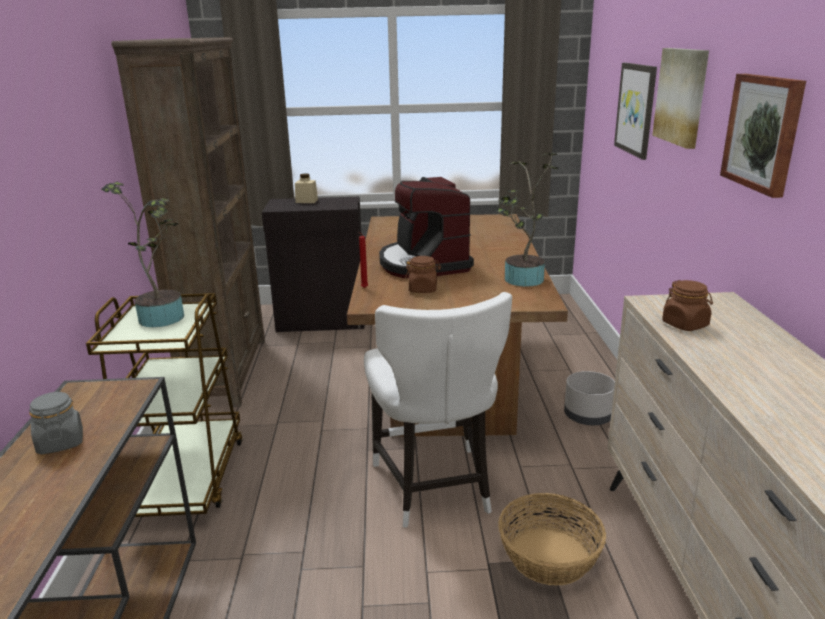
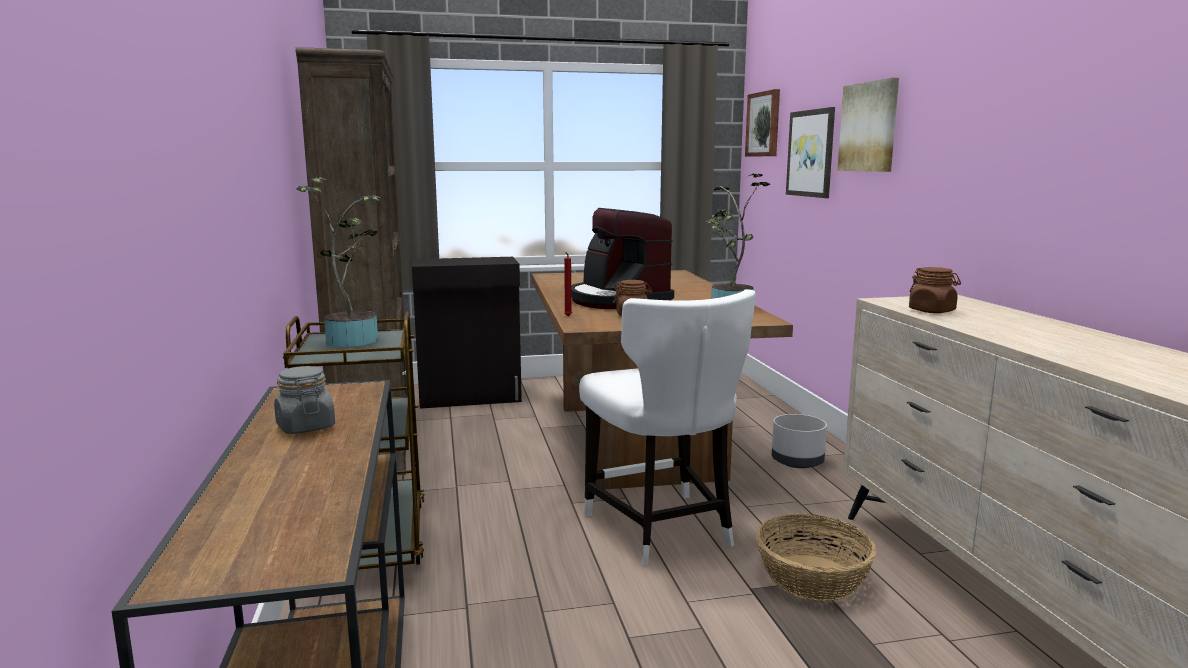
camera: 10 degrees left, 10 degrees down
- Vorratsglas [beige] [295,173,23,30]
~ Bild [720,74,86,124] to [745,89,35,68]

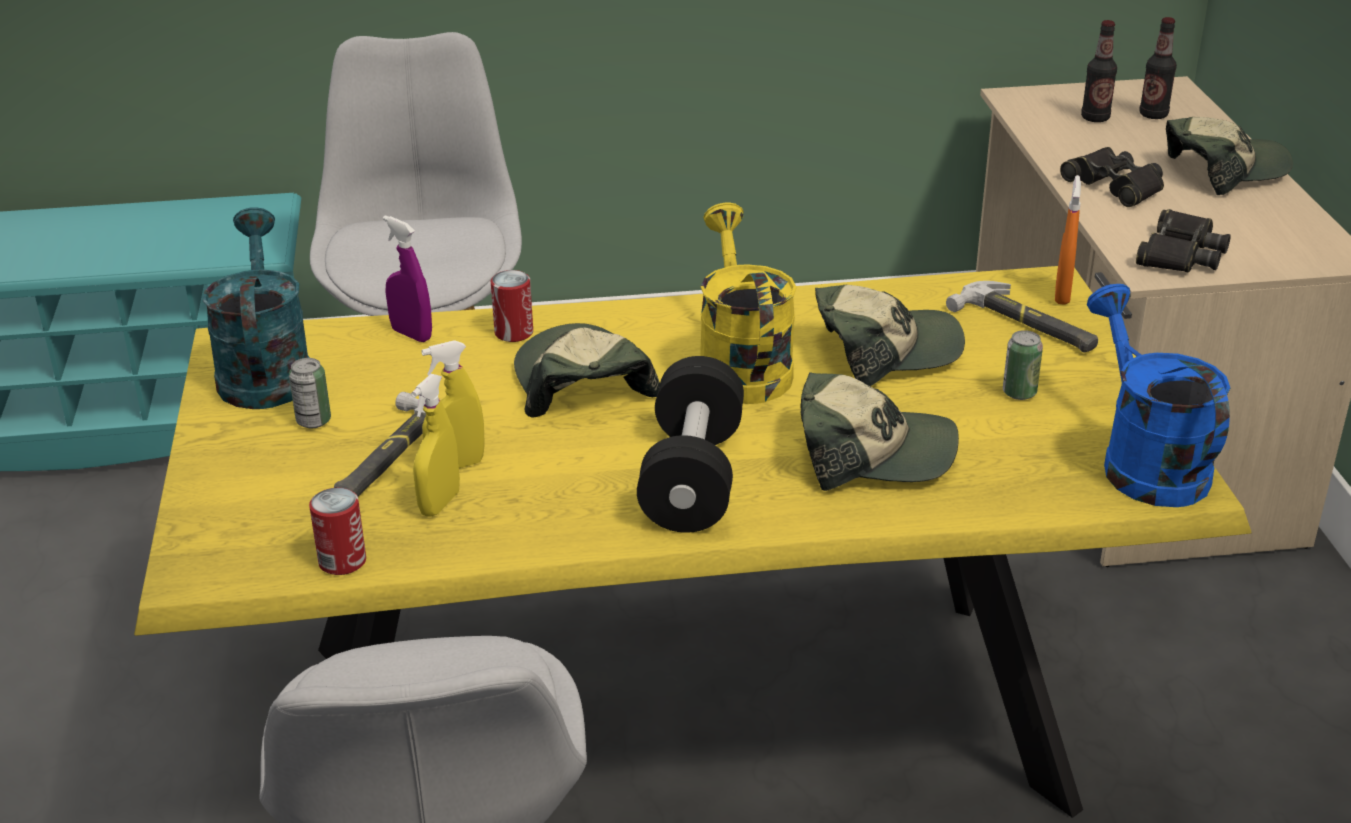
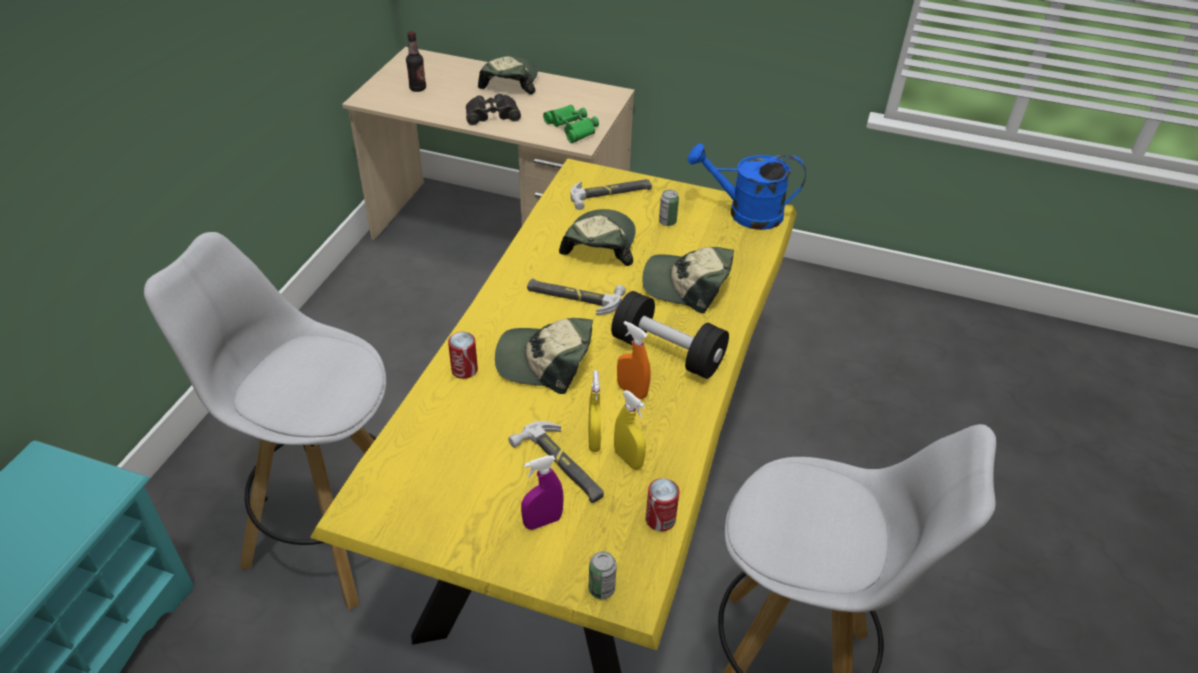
camera: 65 degrees left, 10 degrees up
- Gießkanne [türkis] [203,207,107,202]
~ Dose [289,358,42,70] to [589,551,28,48]
~ Sprühflasche [lila] [383,215,49,127] to [521,455,43,75]
~ Gießkanne [gelb] [700,202,97,202] to Hammer [527,278,99,37]
~ Kappe [800,372,159,119] = [643,247,91,66] 105 degrees counterclockwise
~ Sprühflasche [orange] [1055,175,26,130] to [617,321,34,78]
~ Fernglas [schwarz] [1136,209,95,63] to Fernglas [grün] [543,105,56,38]
- Flasche [1139,17,38,102]

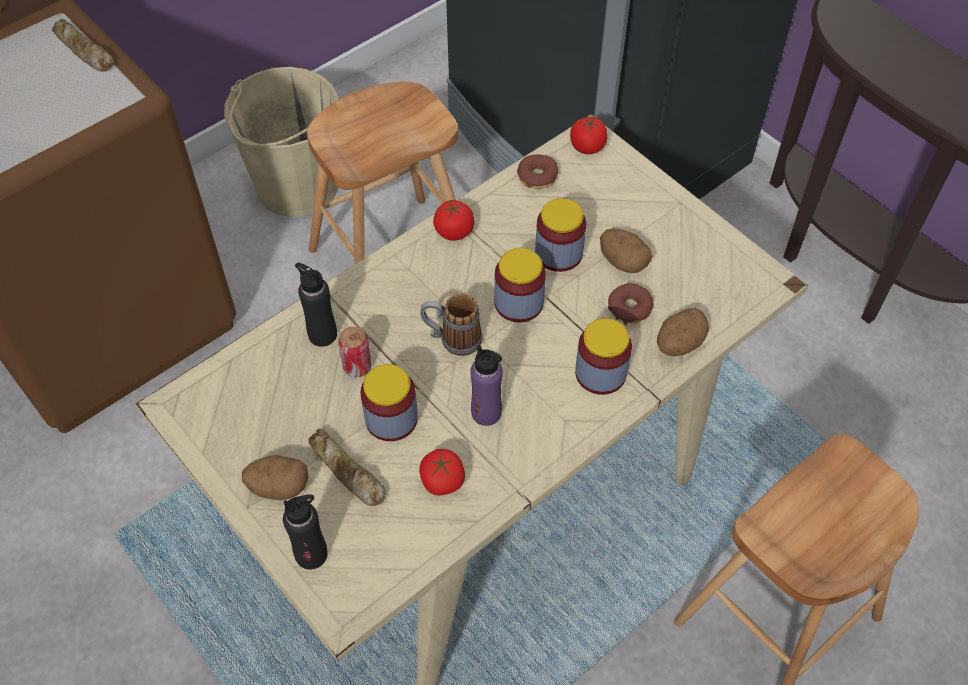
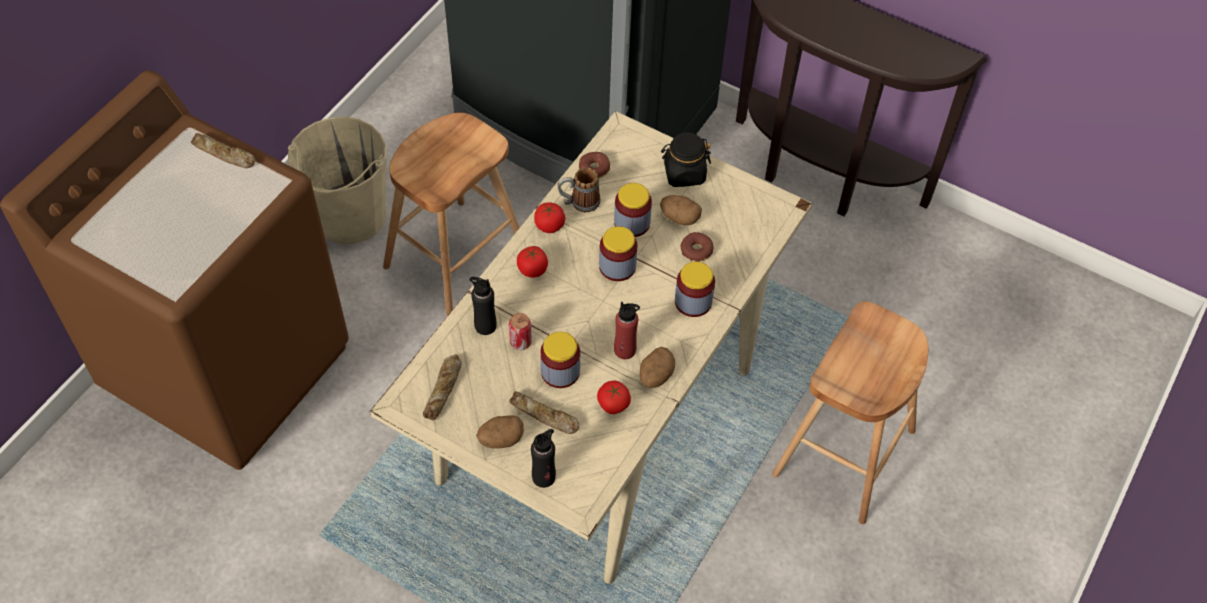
camera: 20 degrees left, 0 degrees up
~ Henkelbecher [420,293,62,63] to [557,167,43,45]
~ Flasche [lila] [470,345,33,81] to Flasche [rot] [614,302,26,57]
~ Tomate [570,117,38,37] to [517,246,31,32]
~ Kartoffel [657,308,52,48] to [640,347,35,41]
+ Brot [423,354,39,66]
+ Vorratsglas [schwarz] [661,132,50,55]

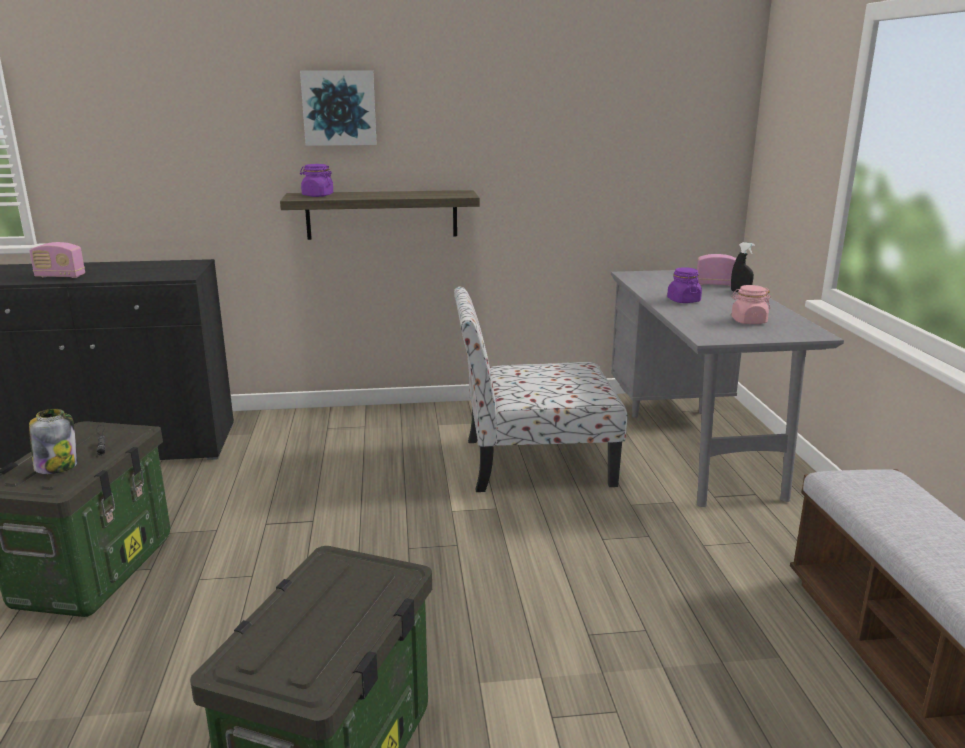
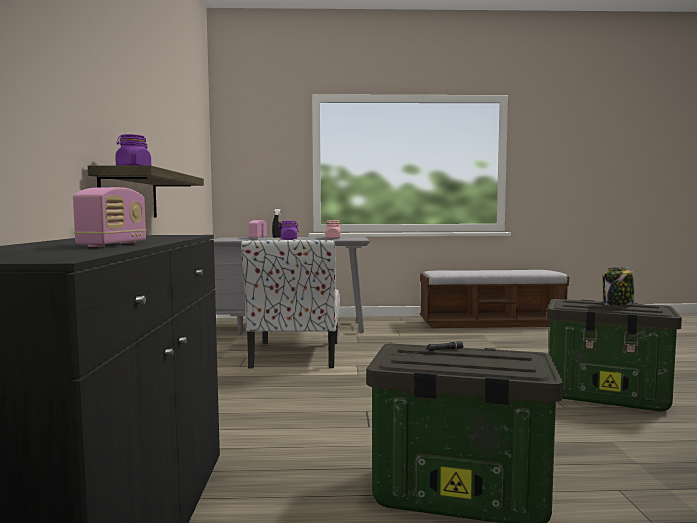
camera: 85 degrees left, 15 degrees down
~ Vorratsglas [29,409,49,65] to [603,267,32,39]
- Bild [300,70,77,76]

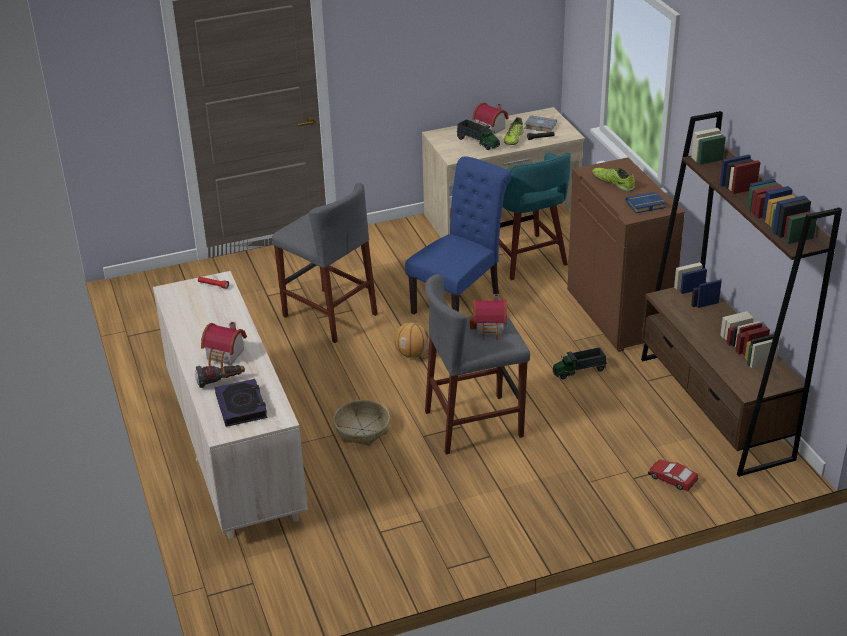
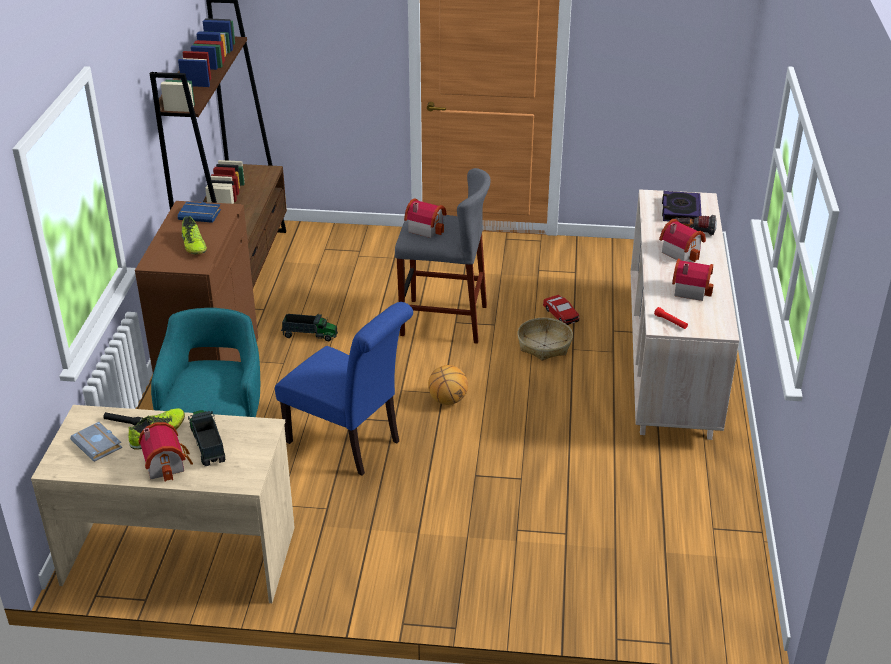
camera: 155 degrees left, 0 degrees up
- Hocker [grau] [272,183,106,160]
~ Stuhl [blau] [405,156,106,159] = [275,302,138,174] 120 degrees counterclockwise
~ Spielzeugauto [648,459,50,32] to [543,295,36,30]
+ Spielzeughaus [672,259,42,42]

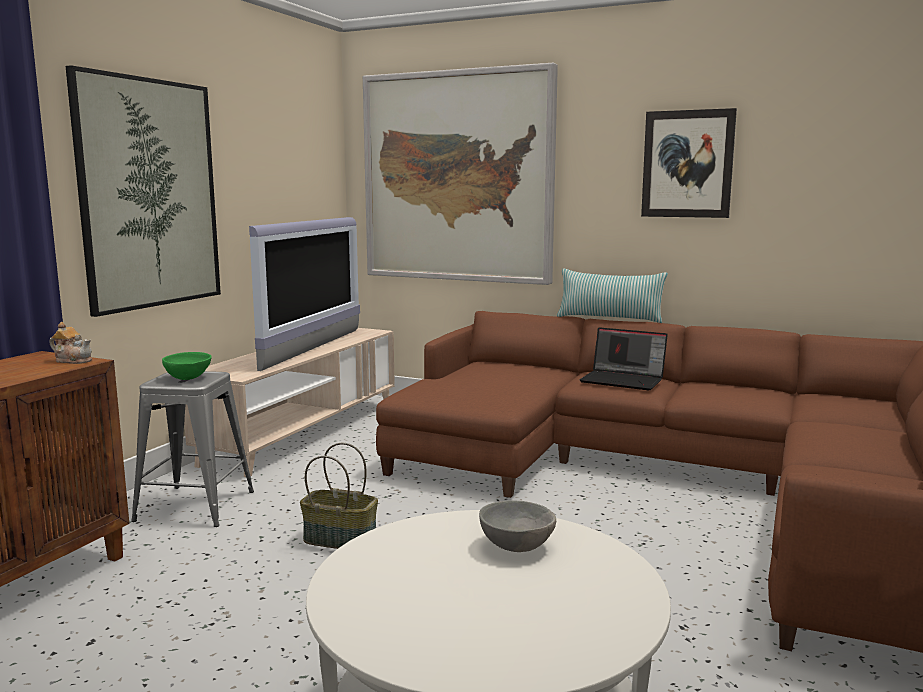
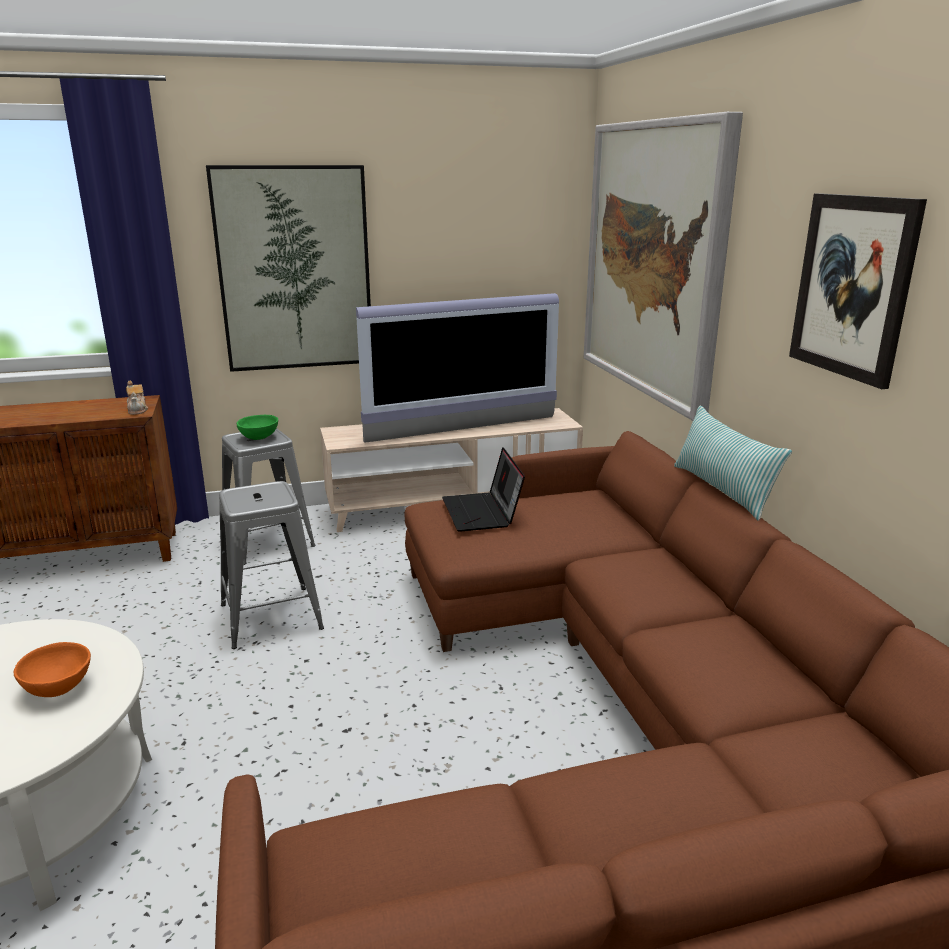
camera: 50 degrees right, 10 degrees up
~ Korb [300,443,78,106] to Hocker [grau] [219,481,105,168]
~ Schüssel [grau] [479,501,77,51] to Schüssel [orange] [14,642,77,55]
~ Laptop [580,327,88,63] to [442,447,83,85]

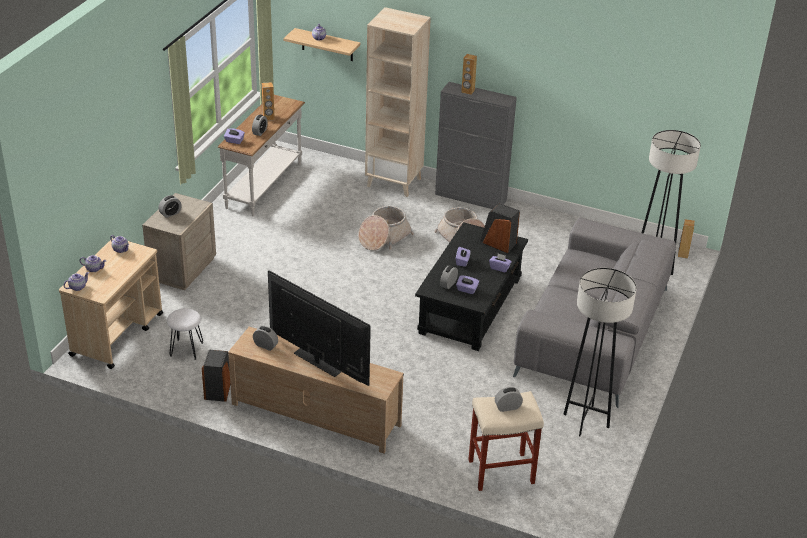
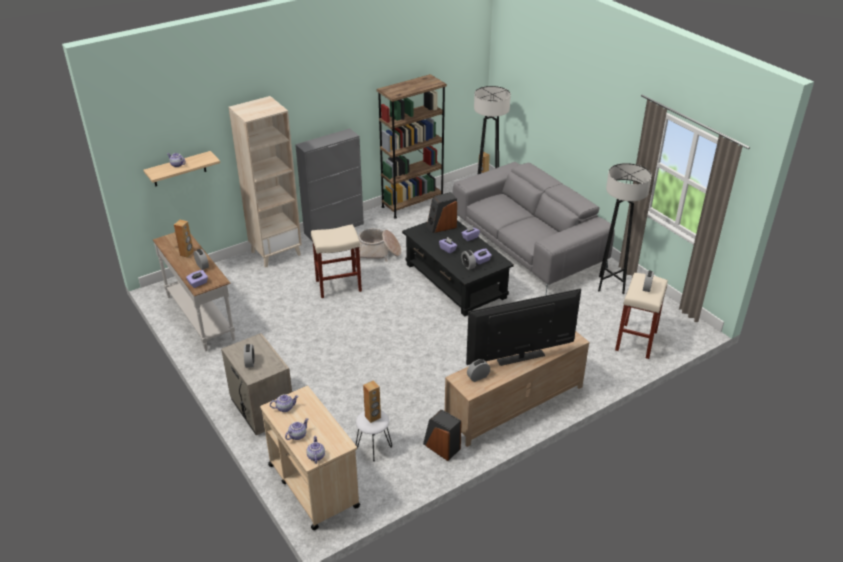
camera: 55 degrees left, 0 degrees up
~ Korb [358,206,56,45] to Hocker [beige] [311,224,51,74]
~ Lautsprecher [braun] [461,54,16,41] to [363,380,18,43]
+ Bücherregal [braun] [377,74,70,145]

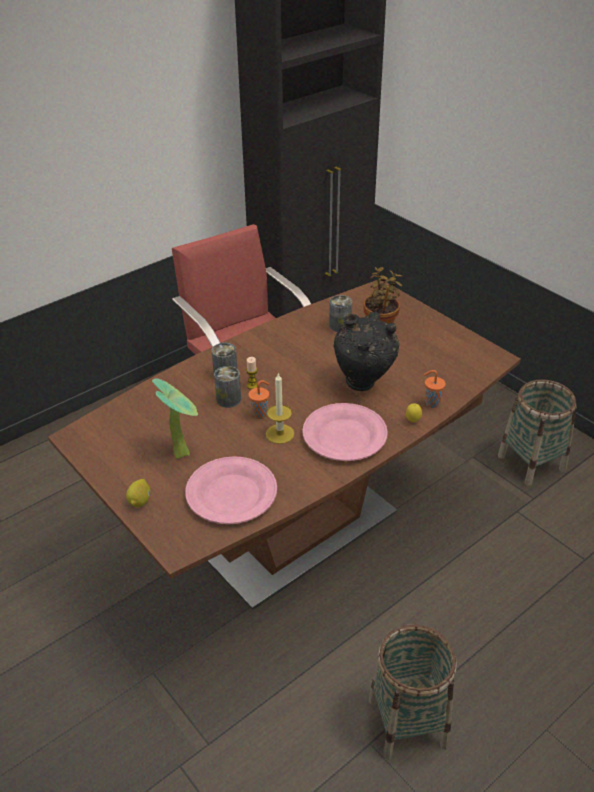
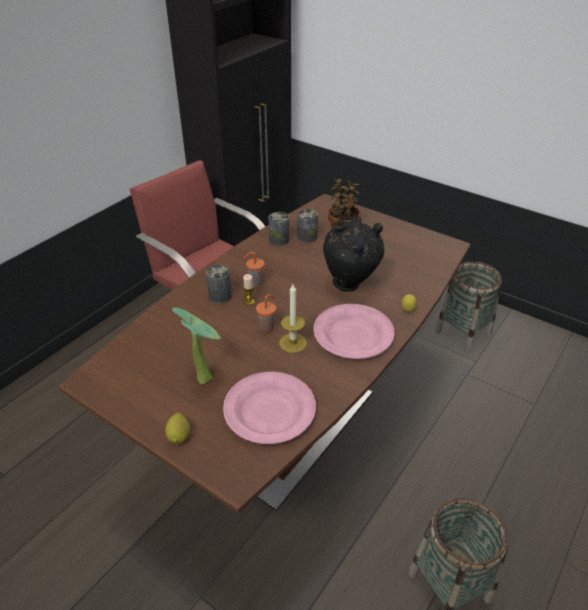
camera: 15 degrees left, 0 degrees up
~ Dose [214,366,27,42] to [268,212,21,34]
~ Tasse [orange] [424,370,22,38] to [244,252,21,34]

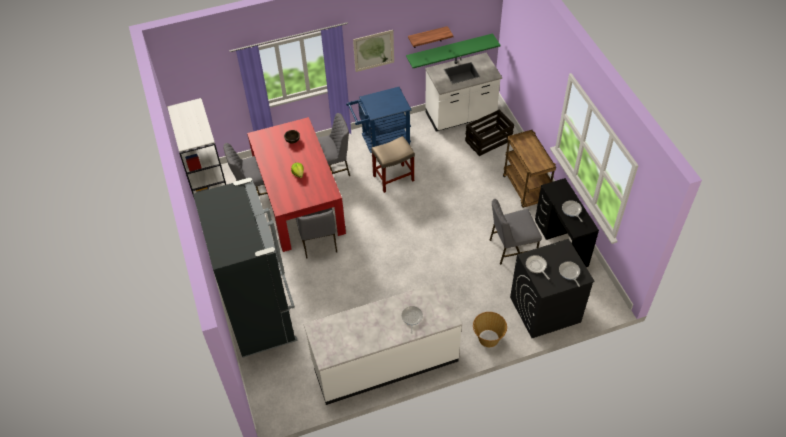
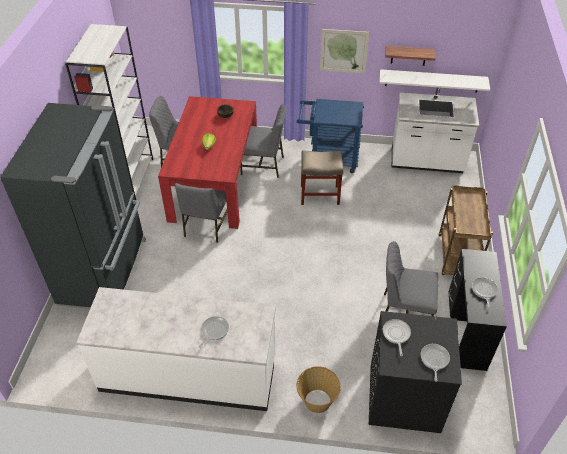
camera: 25 degrees right, 5 degrees down
~ Wandregal [grün] [406,34,95,34] to Wandregal [weiß] [379,69,111,24]
- Kiste [465,110,49,46]

